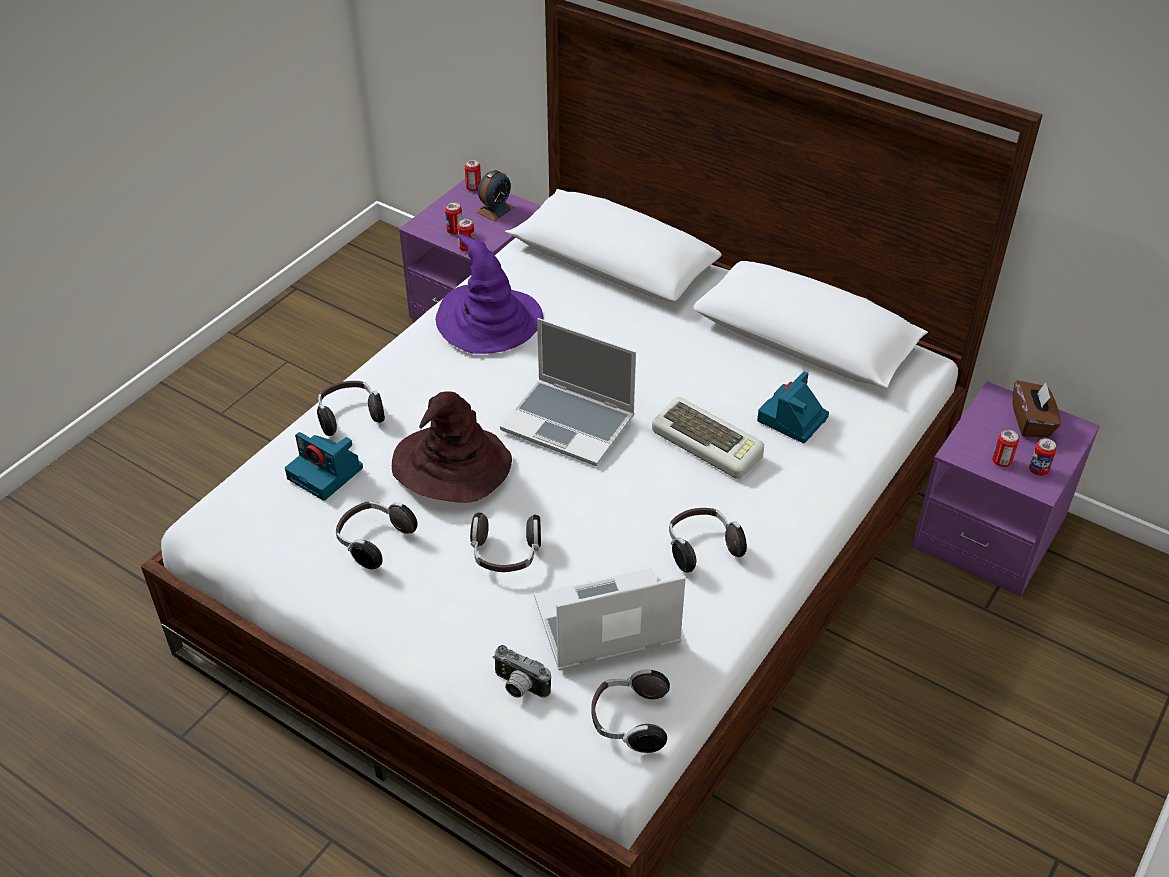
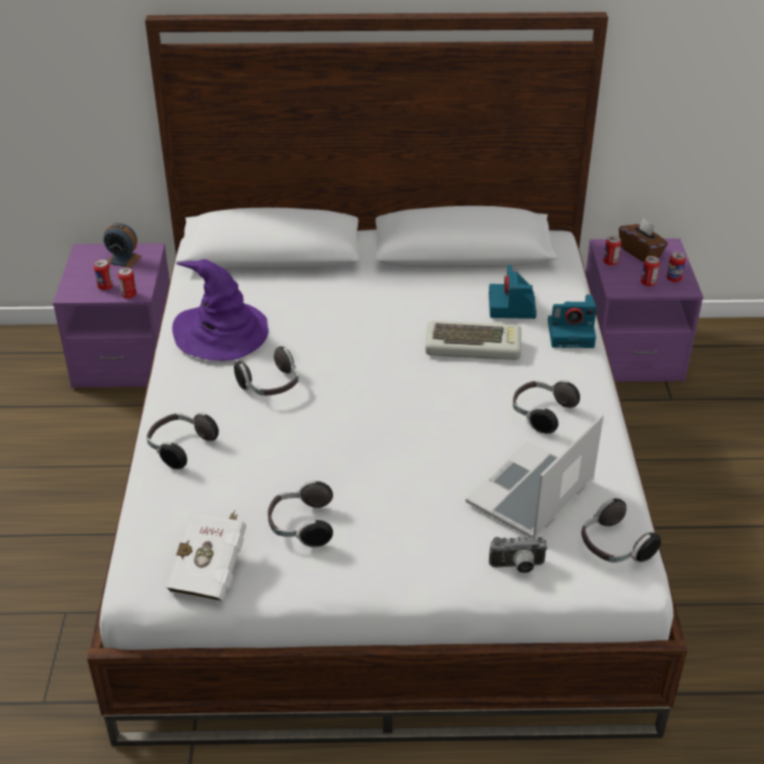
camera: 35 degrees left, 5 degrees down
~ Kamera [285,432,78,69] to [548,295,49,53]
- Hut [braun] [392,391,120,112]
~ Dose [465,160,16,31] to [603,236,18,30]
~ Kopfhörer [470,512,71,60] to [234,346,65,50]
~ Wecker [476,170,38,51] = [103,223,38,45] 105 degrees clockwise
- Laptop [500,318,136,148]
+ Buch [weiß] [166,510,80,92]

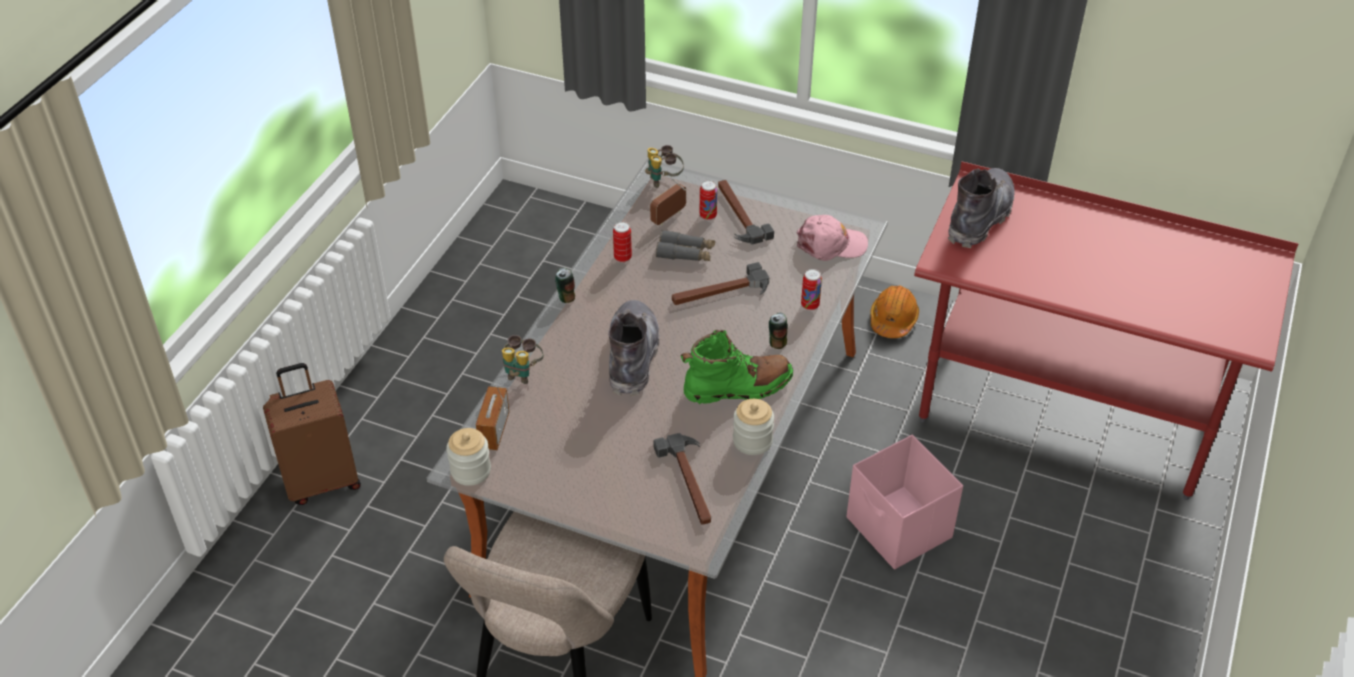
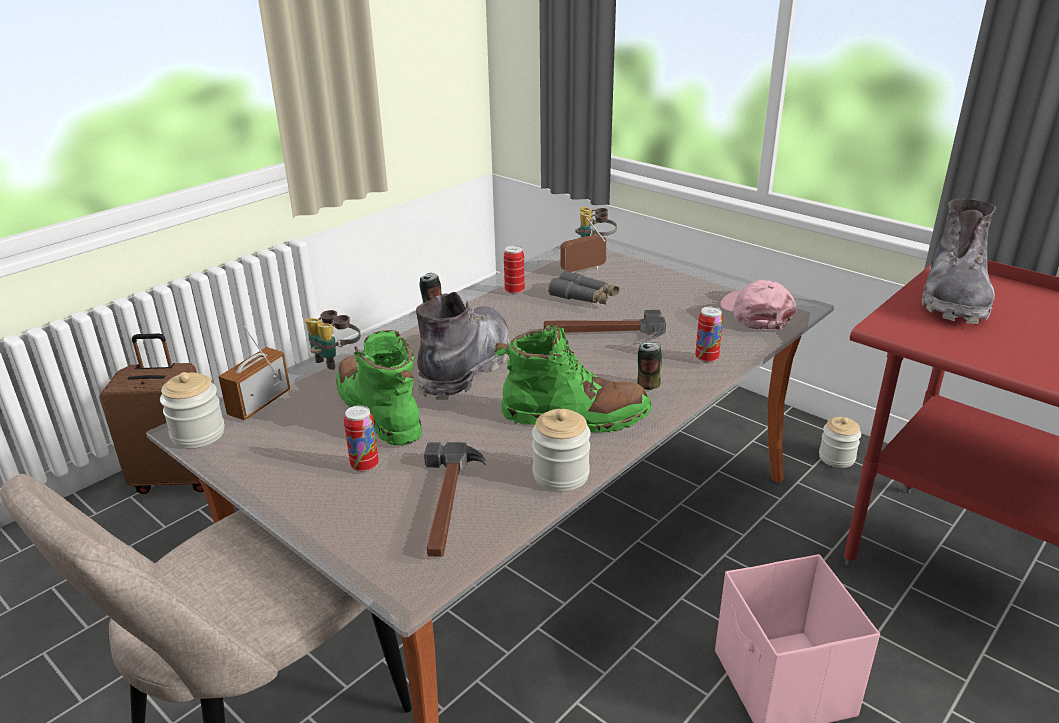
camera: 20 degrees right, 15 degrees down
~ Dose [699,180,18,40] to [344,405,35,67]
- Hammer [718,180,56,65]
~ Kappe [rosa] [796,215,72,46] = [720,280,77,50] 120 degrees counterclockwise
~ Schutzhelm [orange] [870,286,49,52] to Vorratsglas [819,417,42,51]
~ Stiefel [grau] [948,168,67,80] = [922,199,74,125] 150 degrees clockwise
+ Stiefel [grün] [336,330,86,116]

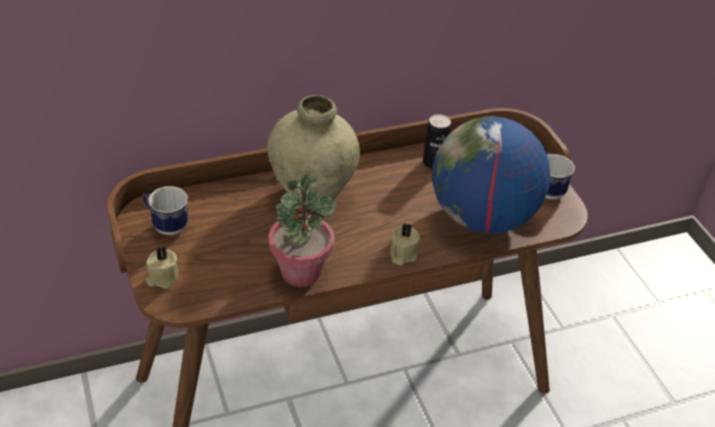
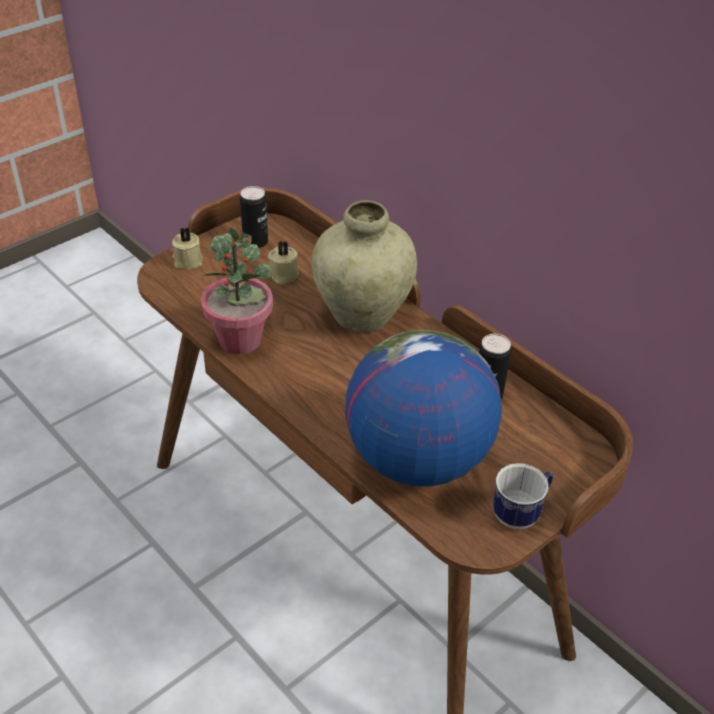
camera: 70 degrees right, 0 degrees up
~ Henkelbecher [143,186,45,49] to Dose [240,186,28,62]
~ Kerze [beige] [390,224,30,41] to [267,241,32,43]

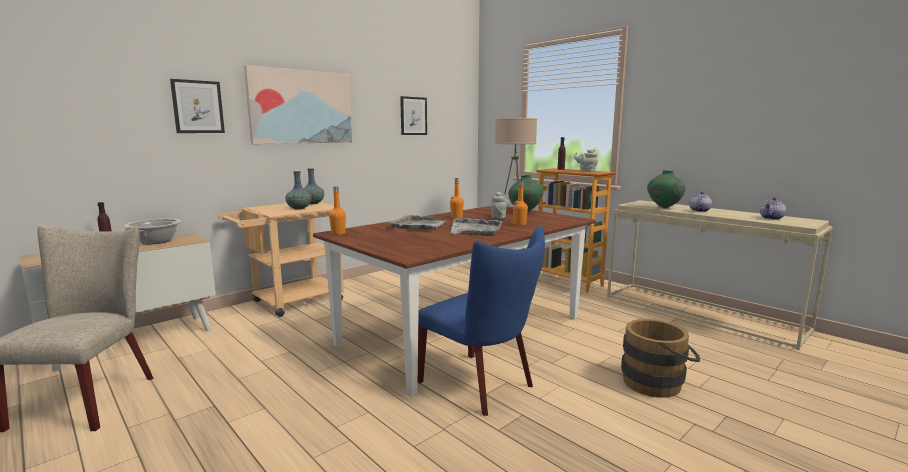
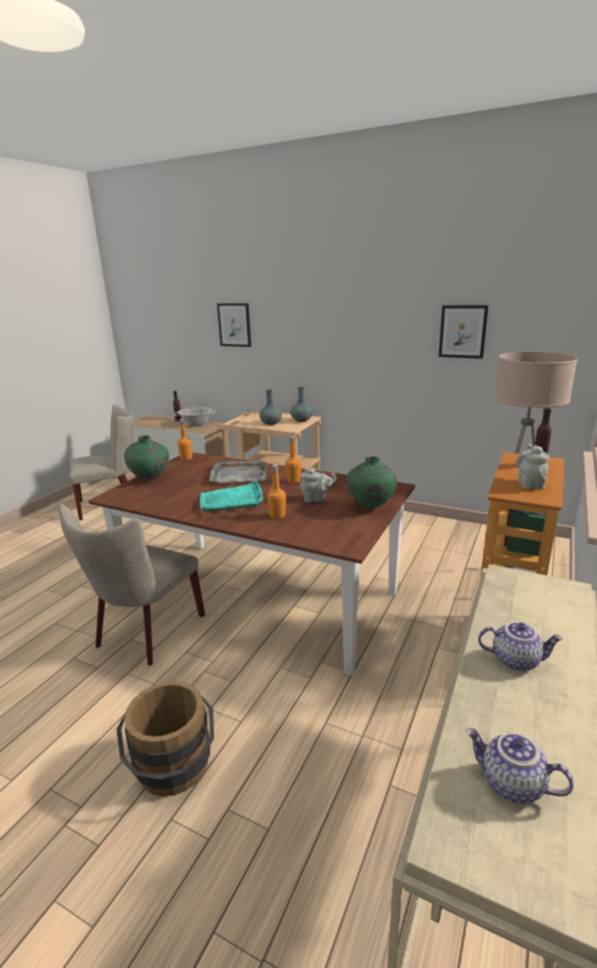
camera: 70 degrees right, 10 degrees up
- Bild [244,65,108,79]
~ Stuhl [blau] [418,226,127,190] to Stuhl [beige] [59,504,146,161]
~ Tablett [grau] [451,218,52,18] to Tablett [türkis] [200,481,63,31]
~ Vase [grün] [647,170,38,38] to [124,435,45,45]

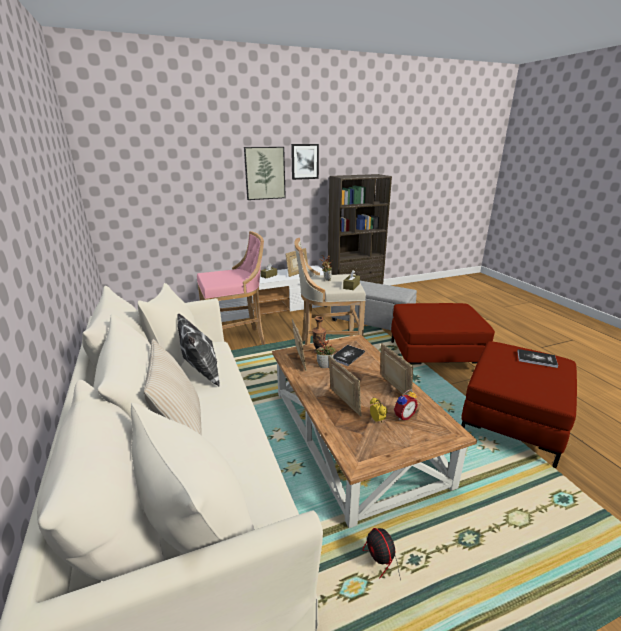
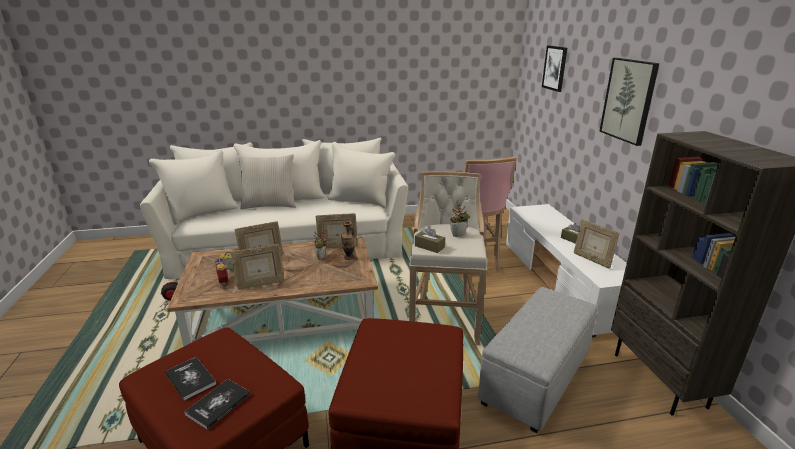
camera: 100 degrees right, 0 degrees up
- Kissen [177,314,43,73]
~ Bild [291,144,28,36] to [542,45,25,47]
~ Buch [333,345,32,21] to [165,357,51,44]

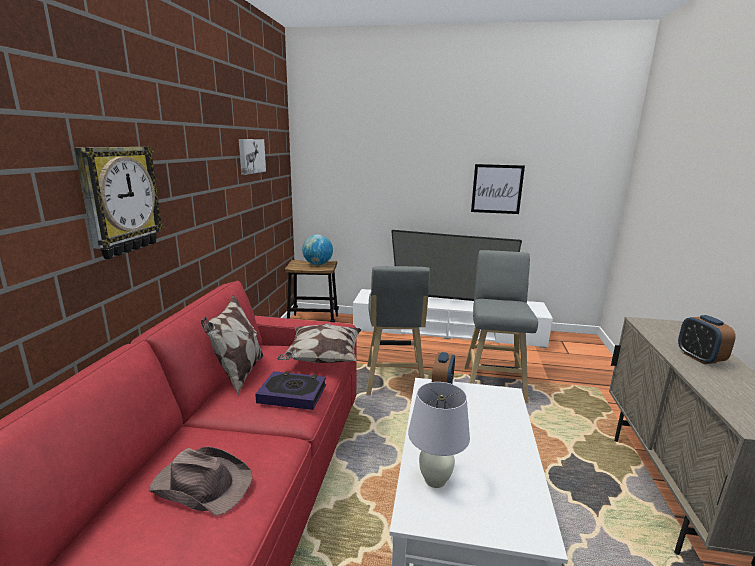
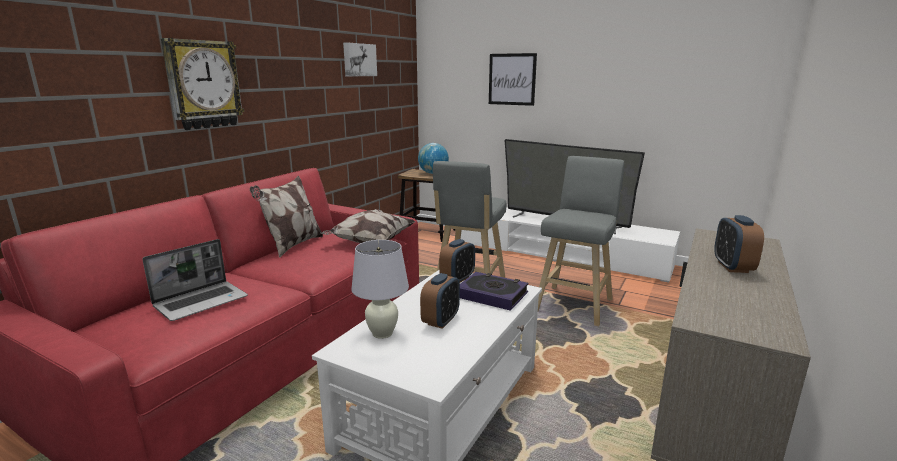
camera: 20 degrees right, 0 degrees up
~ Hut [braun] [149,447,104,69] to Laptop [142,239,106,82]
~ Buch [255,371,71,39] to [460,272,69,39]
~ Bild [471,164,54,50] to [489,53,48,53]
+ Wecker [420,273,40,56]

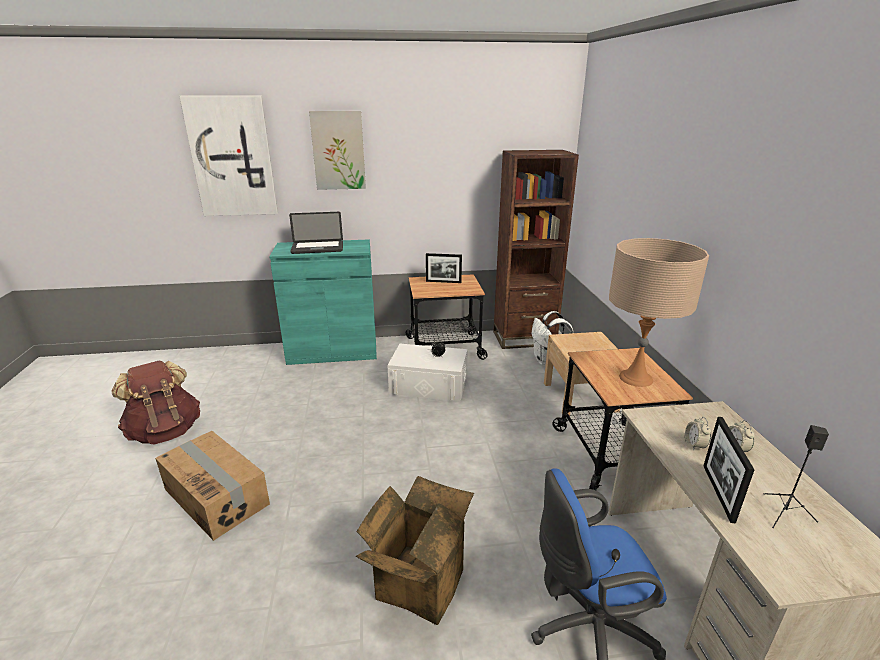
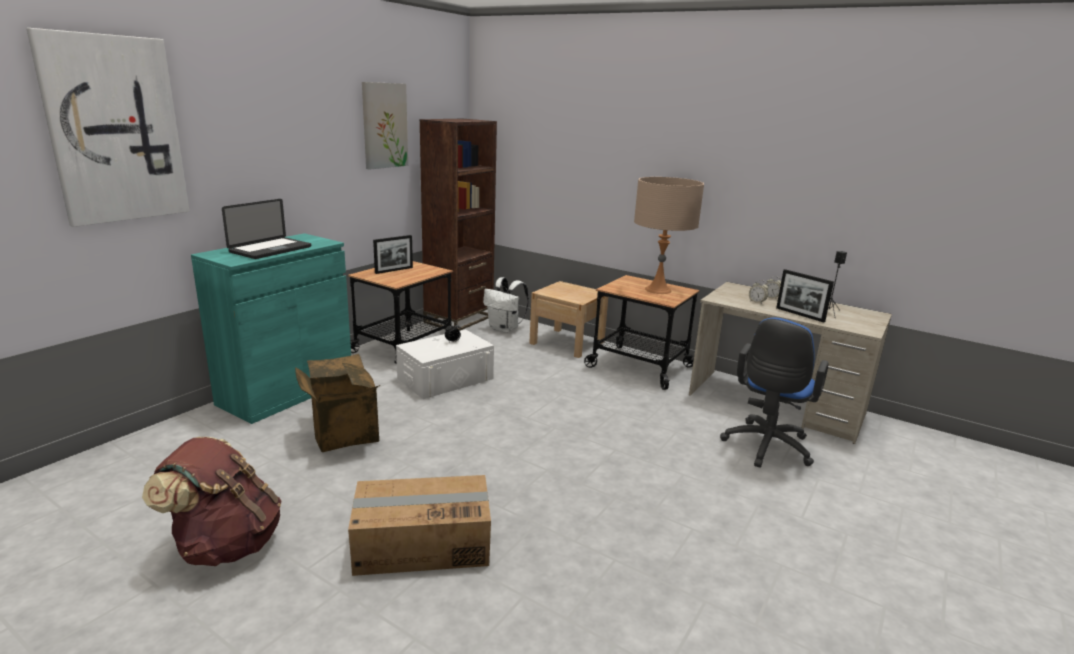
camera: 50 degrees left, 5 degrees down
~ Bild [309,111,57,79] to [362,82,46,88]
~ Karton [356,476,118,149] to [295,354,85,98]

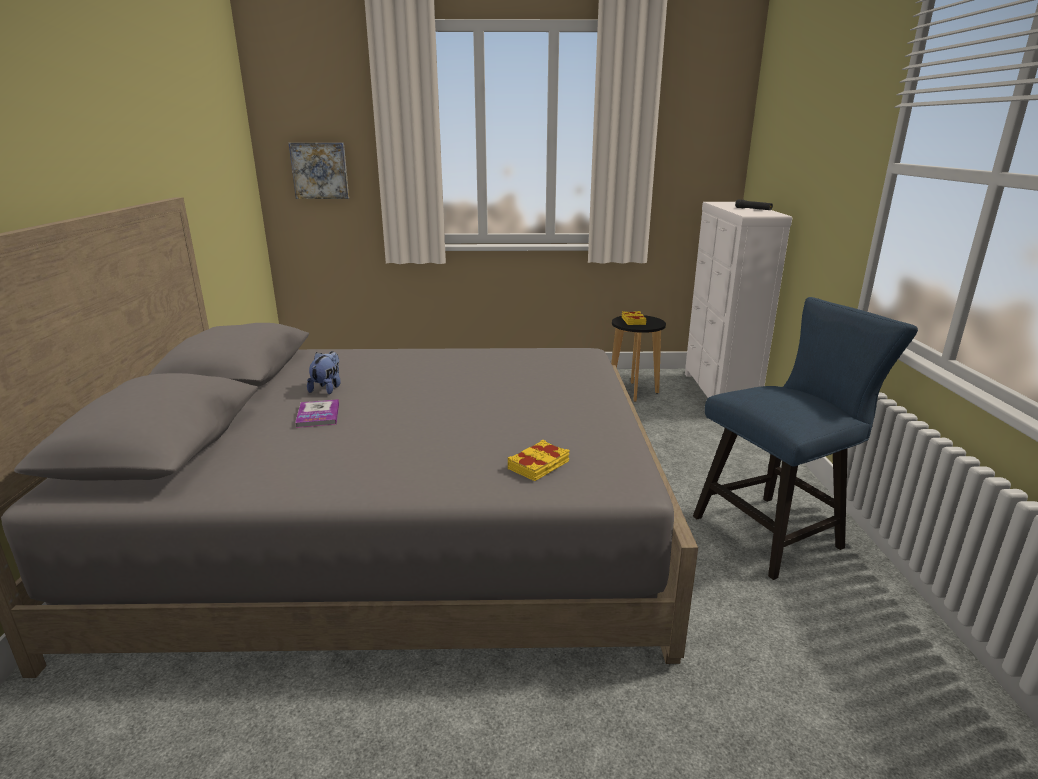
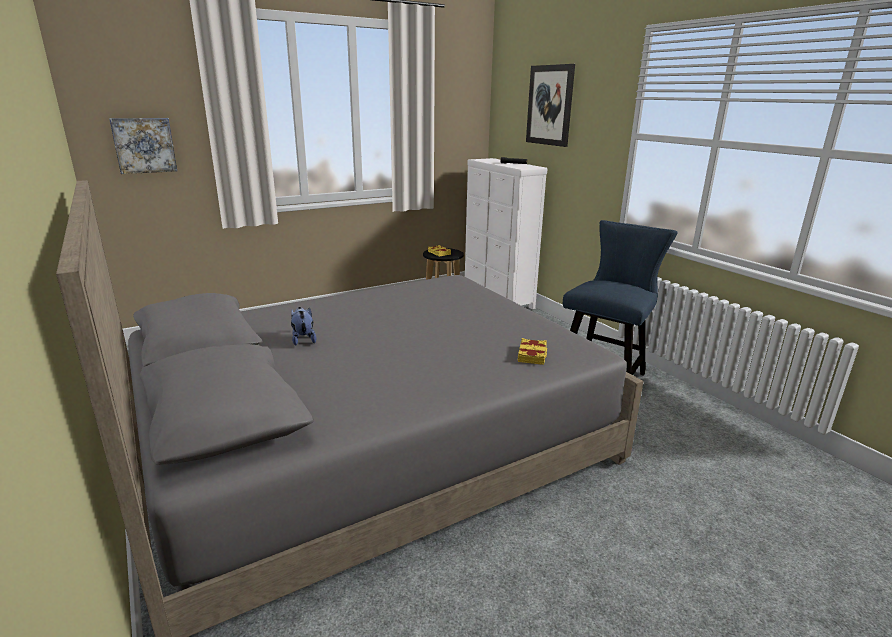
camera: 30 degrees left, 0 degrees up
- Buch [295,399,44,29]
+ Bild [526,64,49,83]

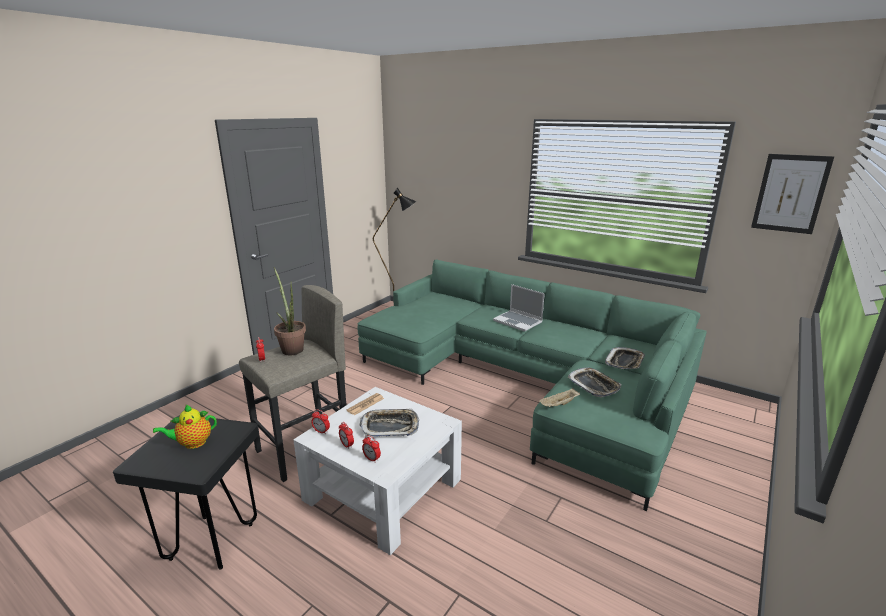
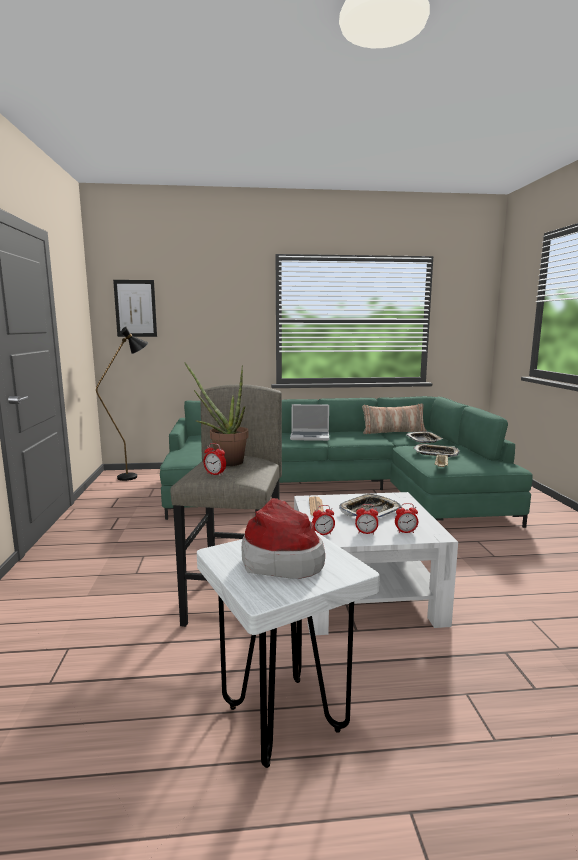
camera: 40 degrees left, 10 degrees down
~ Hocker [schwarz] [113,415,146,154] to Hocker [weiß] [197,530,183,238]
~ Teekanne [153,404,64,45] to Hut [242,498,83,81]
~ Bild [751,154,83,80] to [113,280,44,57]
+ Kissen [362,403,65,31]

